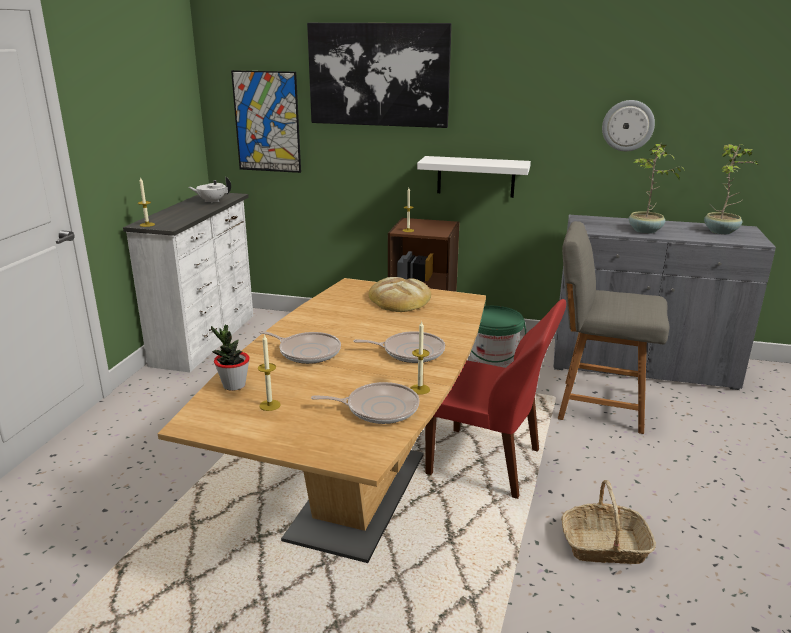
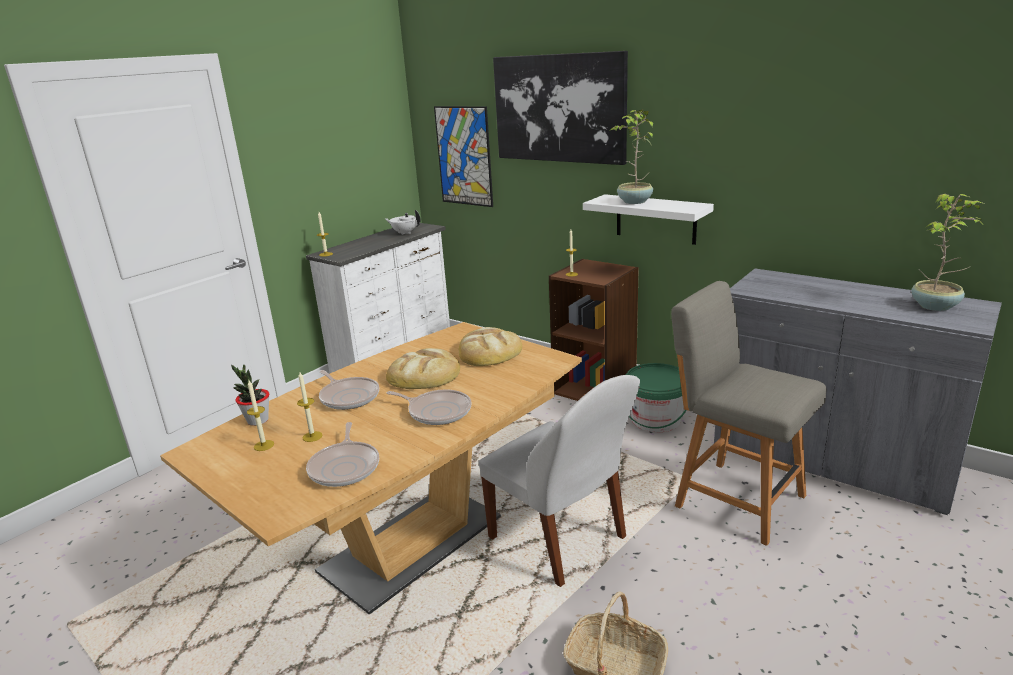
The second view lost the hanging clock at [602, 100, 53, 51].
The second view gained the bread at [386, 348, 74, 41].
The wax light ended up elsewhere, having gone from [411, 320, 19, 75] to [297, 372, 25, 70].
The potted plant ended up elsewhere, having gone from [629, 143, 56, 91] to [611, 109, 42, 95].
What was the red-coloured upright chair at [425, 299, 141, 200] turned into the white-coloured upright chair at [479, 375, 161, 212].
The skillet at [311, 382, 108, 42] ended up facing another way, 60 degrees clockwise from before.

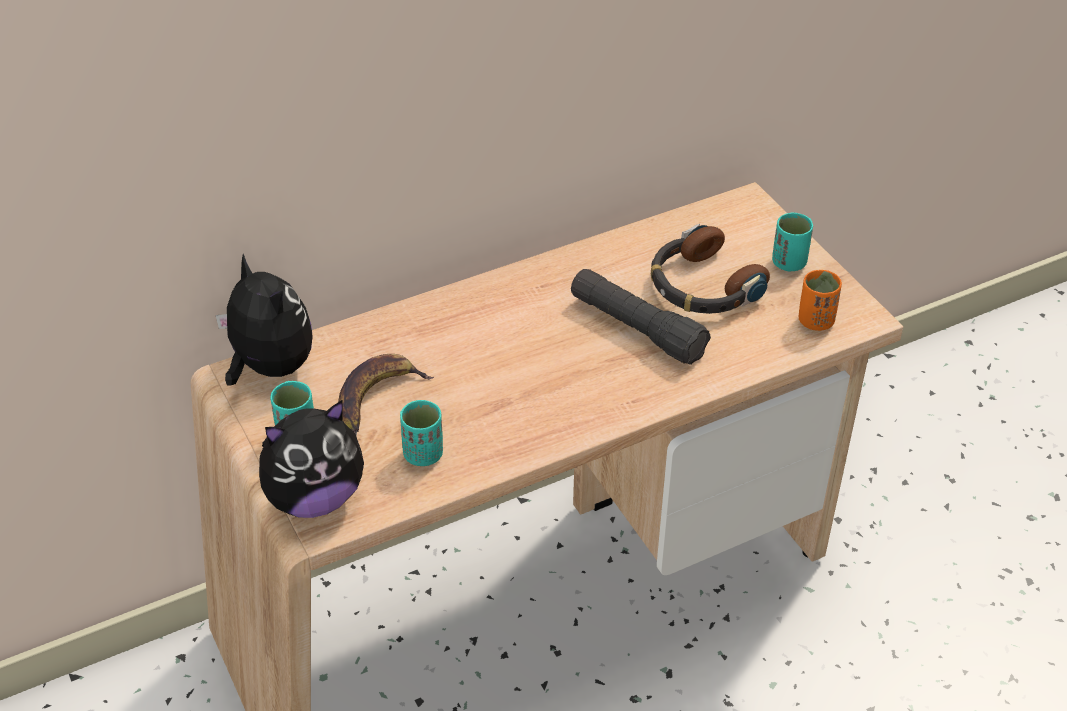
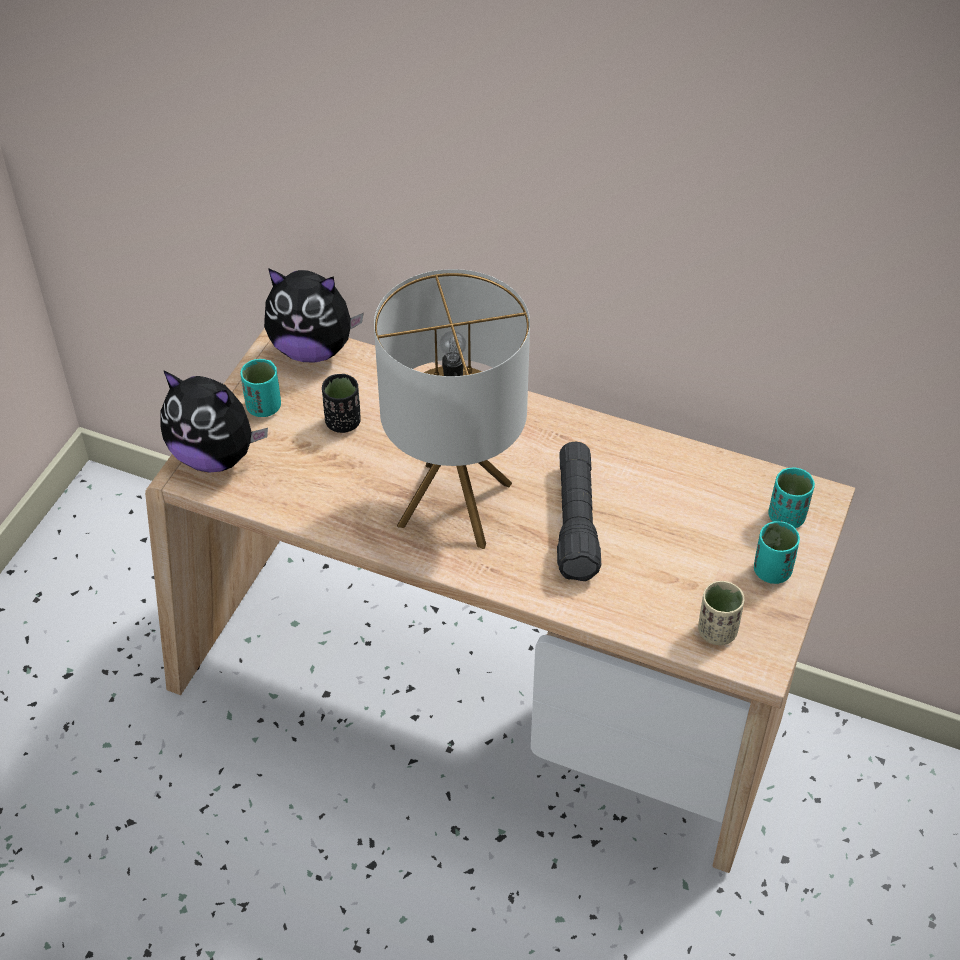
The second view lost the headphones at [651, 224, 119, 90].
The second view gained the tabletop lamp at [374, 269, 156, 280].
The turquoise-coloured cup ended up elsewhere, having gone from [400, 400, 43, 66] to [769, 467, 46, 61].
Where the banana stood at [338, 354, 96, 79], the black-coloured cup came to stand at [322, 374, 39, 59].
What was the orange cup at [799, 270, 43, 61] turned into the sand-coloured cup at [698, 581, 46, 64].
The plush toy at [216, 254, 97, 131] ended up facing another way, 90 degrees clockwise from before.

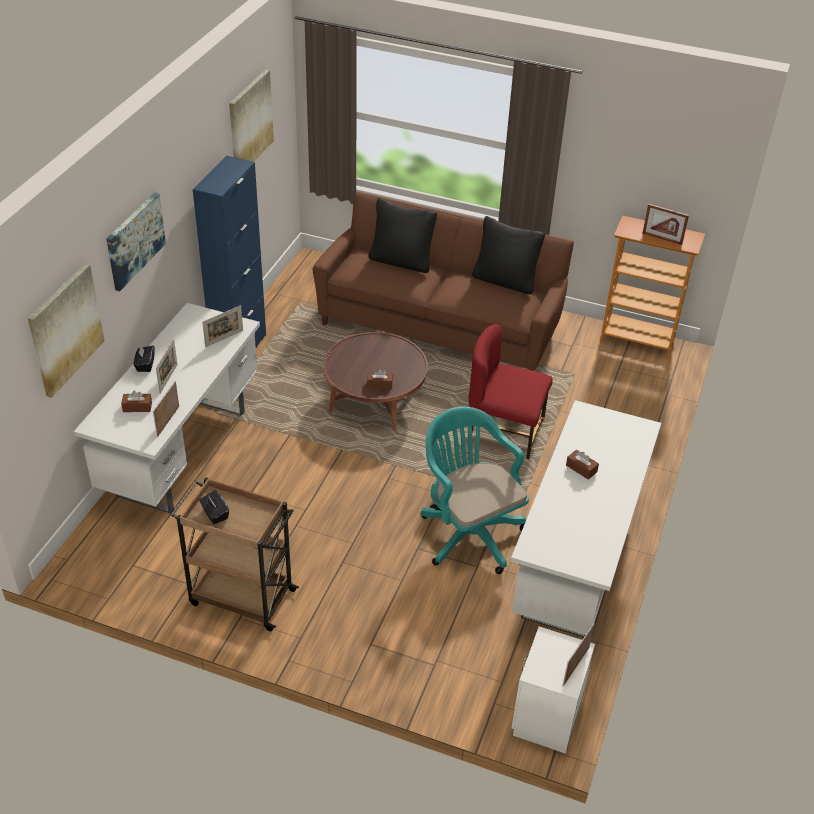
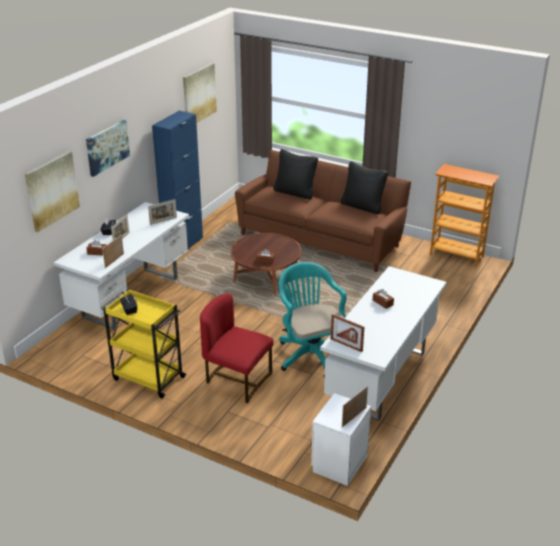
The red-coloured upright chair ended up elsewhere, having gone from [468, 324, 85, 135] to [200, 293, 74, 110].
The standing frame ended up elsewhere, having gone from [642, 204, 47, 41] to [331, 314, 33, 38].
What was the brown trolley at [171, 477, 128, 154] turned into the yellow trolley at [101, 289, 86, 110].

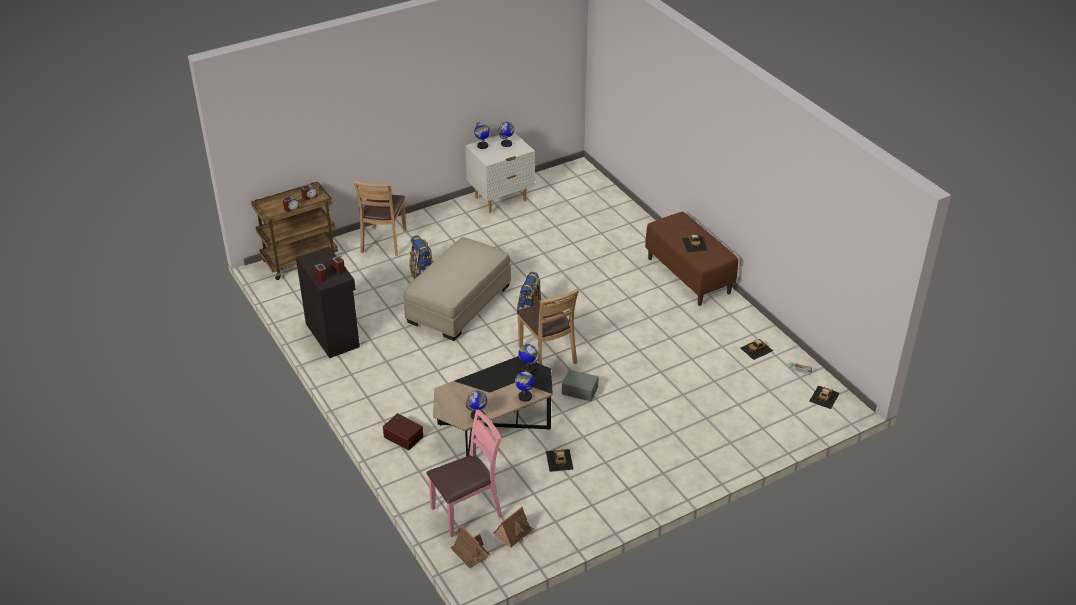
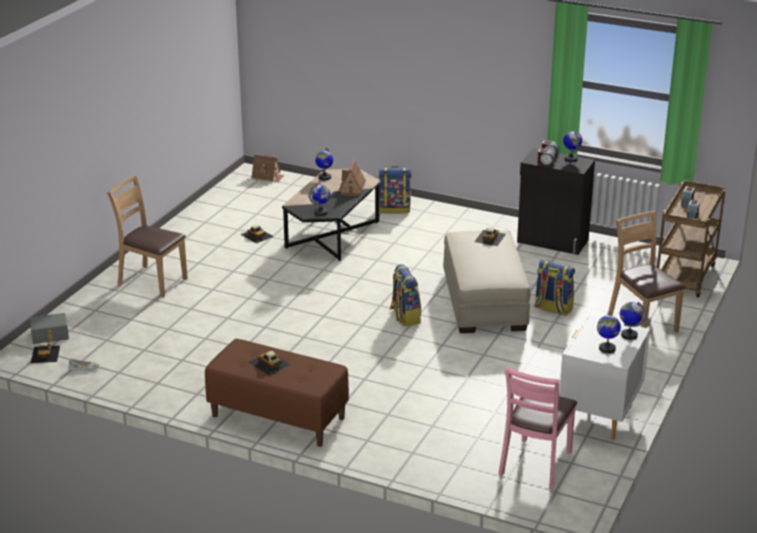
The pink-coloured upright chair ended up elsewhere, having gone from [426, 409, 77, 128] to [498, 367, 79, 123].
The toy house ended up elsewhere, having gone from [494, 507, 40, 41] to [339, 159, 27, 37].
The globe ended up elsewhere, having gone from [515, 369, 20, 33] to [563, 131, 19, 31].
The brown upright chair ended up elsewhere, having gone from [517, 288, 62, 77] to [107, 175, 81, 123].
The gray storage container ended up elsewhere, having gone from [562, 370, 37, 31] to [30, 313, 39, 31].
The model car ended up elsewhere, having gone from [740, 339, 33, 21] to [474, 227, 32, 19].
Where the brown storage container stood at [383, 413, 40, 37], the rucksack came to stand at [379, 166, 32, 47].

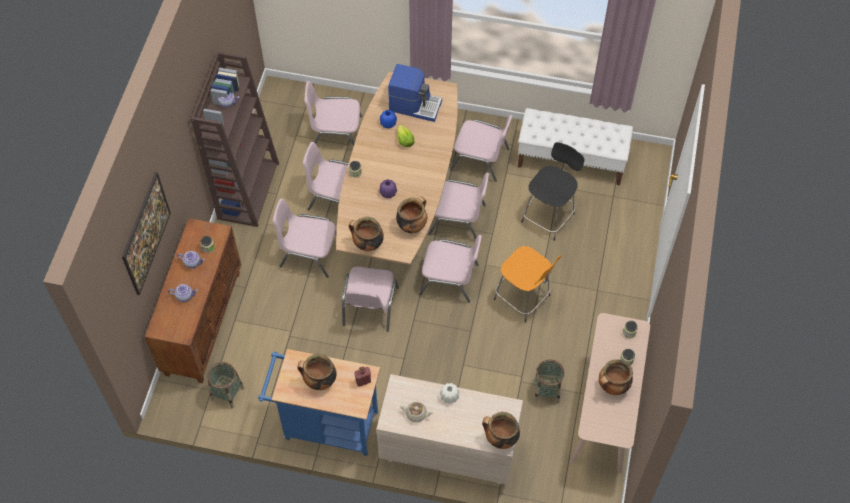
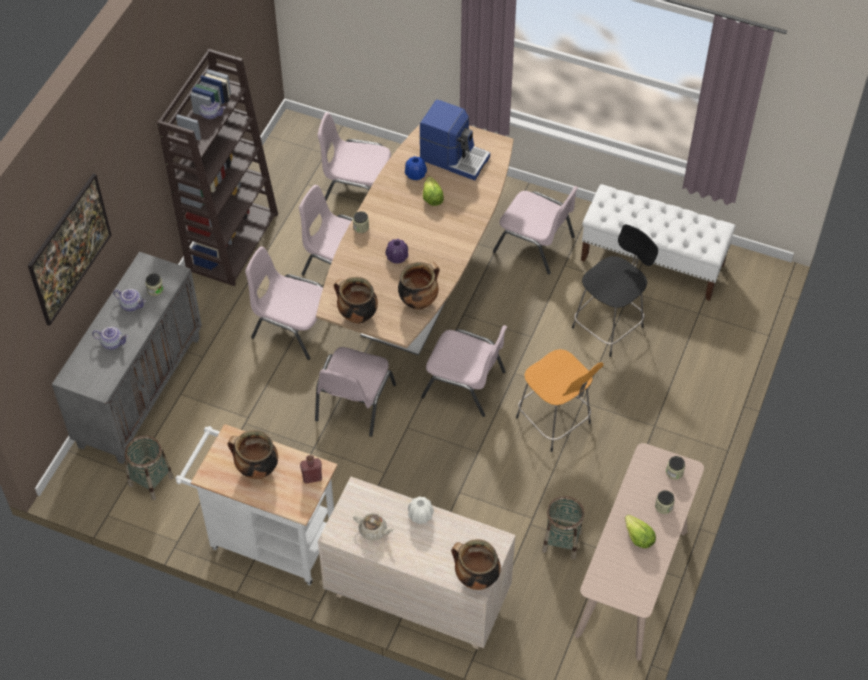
The second view lost the pink-coloured upright chair at [428, 173, 61, 67].
Where the cooking pot stood at [599, 360, 34, 35], the lettuce came to stand at [625, 515, 31, 33].
What was the brown storage cabinet at [145, 218, 96, 165] turned into the gray storage cabinet at [52, 252, 150, 212].
What was the blue trolley at [258, 349, 122, 107] turned into the white-coloured trolley at [175, 424, 163, 161].

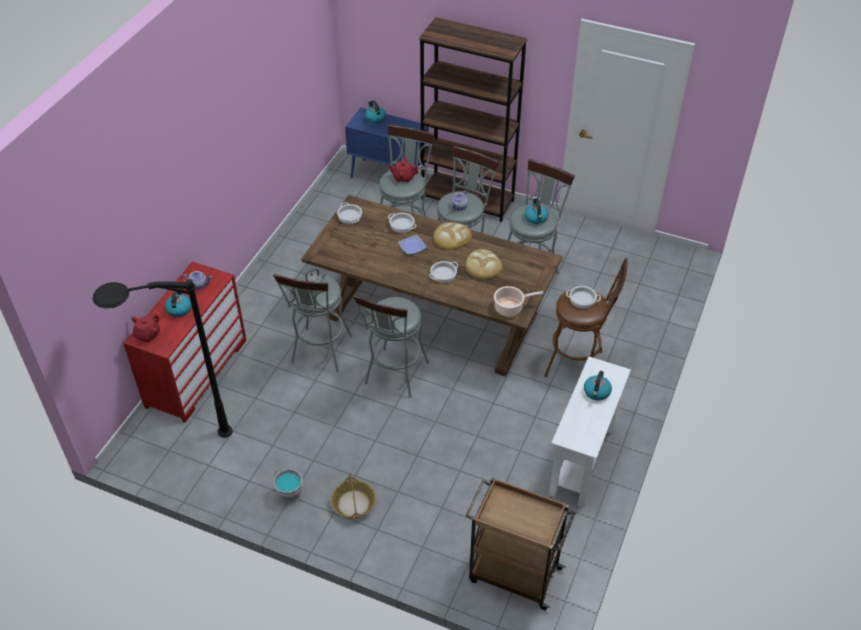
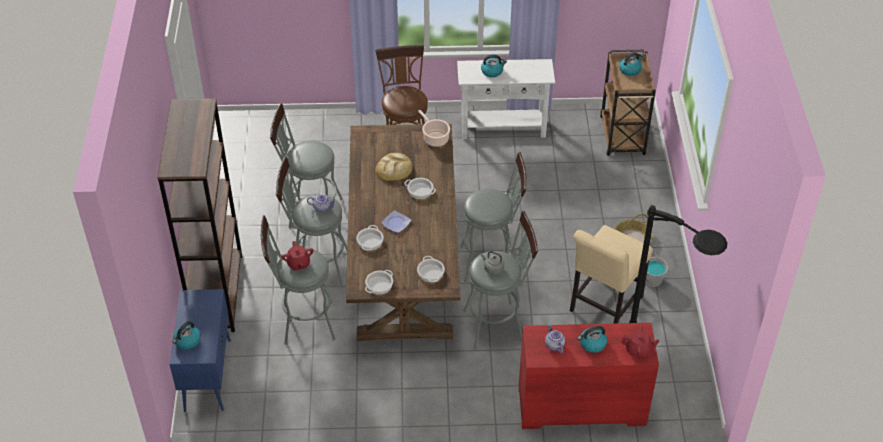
The second view lost the bread at [433, 222, 39, 28].
The second view gained the sand-coloured upright chair at [570, 225, 83, 99].
The kettle ended up elsewhere, having gone from [525, 198, 24, 26] to [619, 52, 24, 24].
The cooking pot ended up elsewhere, having gone from [566, 286, 35, 23] to [417, 256, 28, 26].

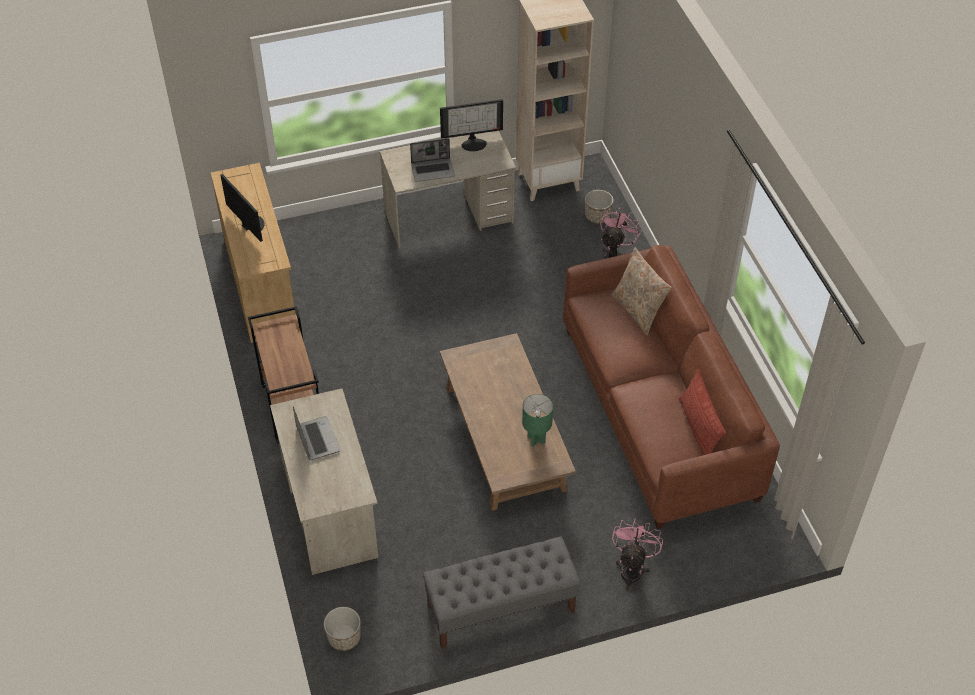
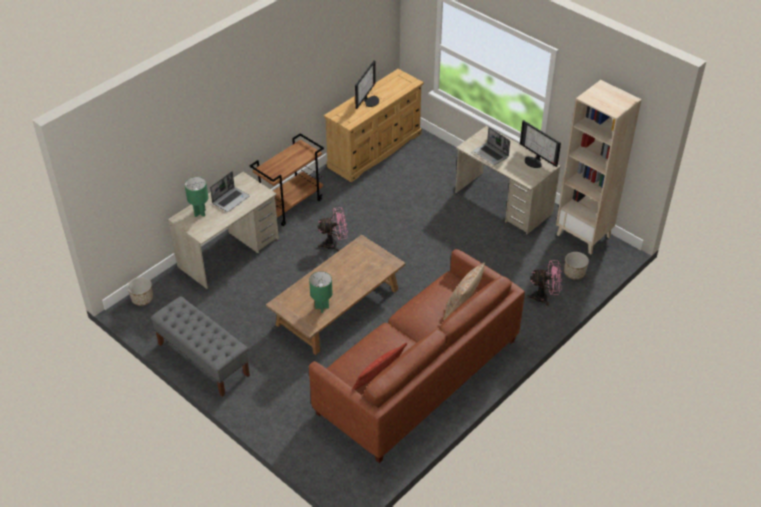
The second view gained the green-coloured tabletop lamp at [185, 177, 23, 40].
The pink-coloured cooling fan ended up elsewhere, having gone from [612, 519, 51, 72] to [318, 207, 30, 45].

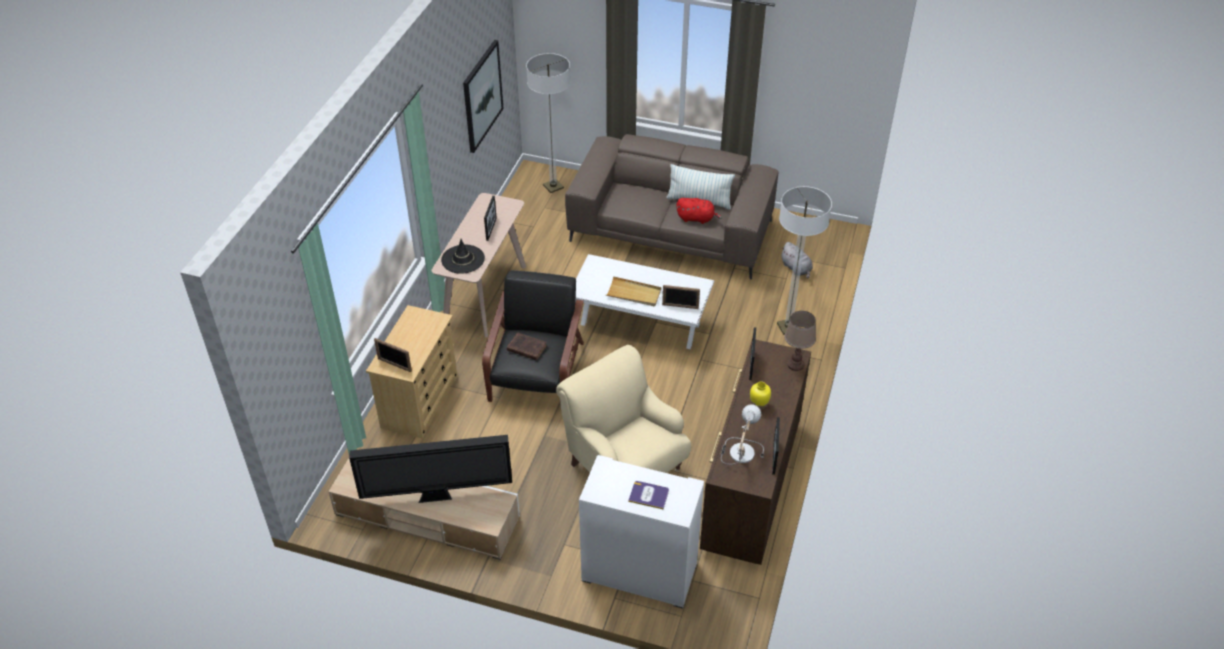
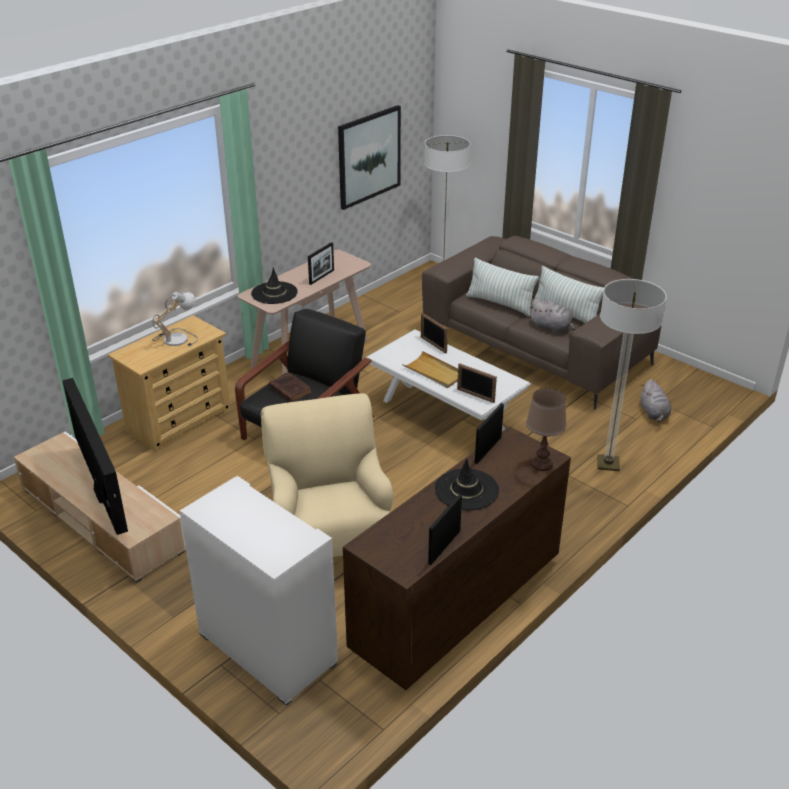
The second view lost the book at [628, 481, 41, 29].
The second view gained the cushion at [466, 258, 73, 58].
The standing frame ended up elsewhere, having gone from [374, 338, 38, 34] to [421, 313, 27, 41].
The tabletop lamp ended up elsewhere, having gone from [721, 404, 43, 61] to [152, 292, 46, 55].
Where the yellow flower vase stood at [750, 382, 21, 28], the black-coloured wearable hat came to stand at [435, 458, 64, 52].
What was the red-coloured plush toy at [676, 198, 46, 26] turned into the gray plush toy at [529, 298, 46, 35].
The TV set at [349, 435, 163, 68] ended up facing another way, 135 degrees counterclockwise from before.

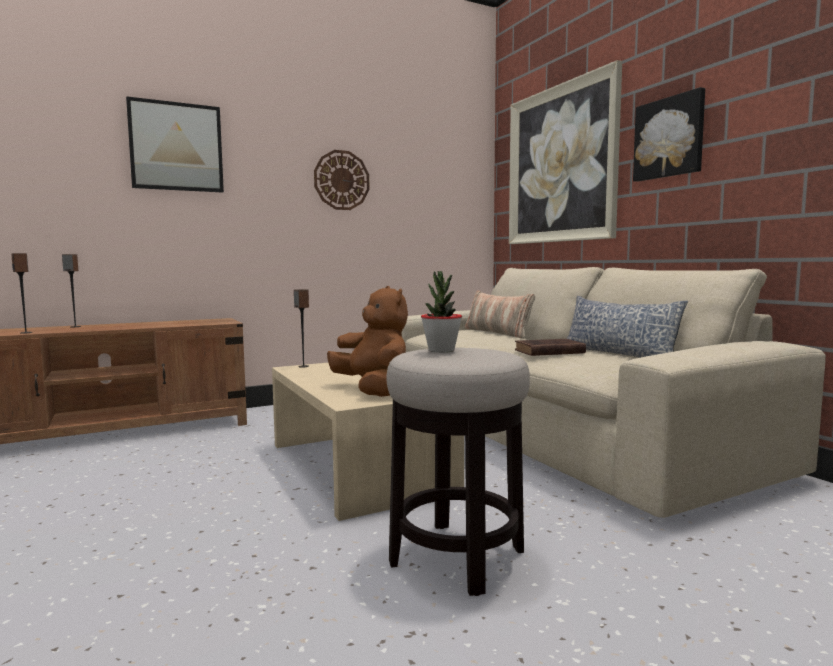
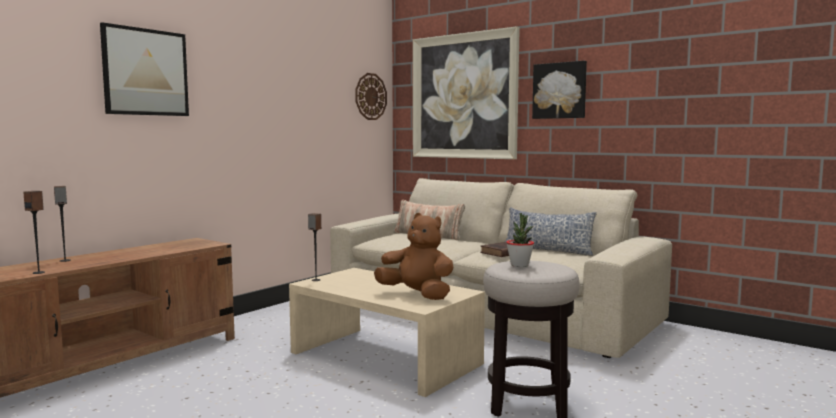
The hanging clock ended up elsewhere, having gone from [314, 150, 56, 60] to [355, 73, 32, 47].

